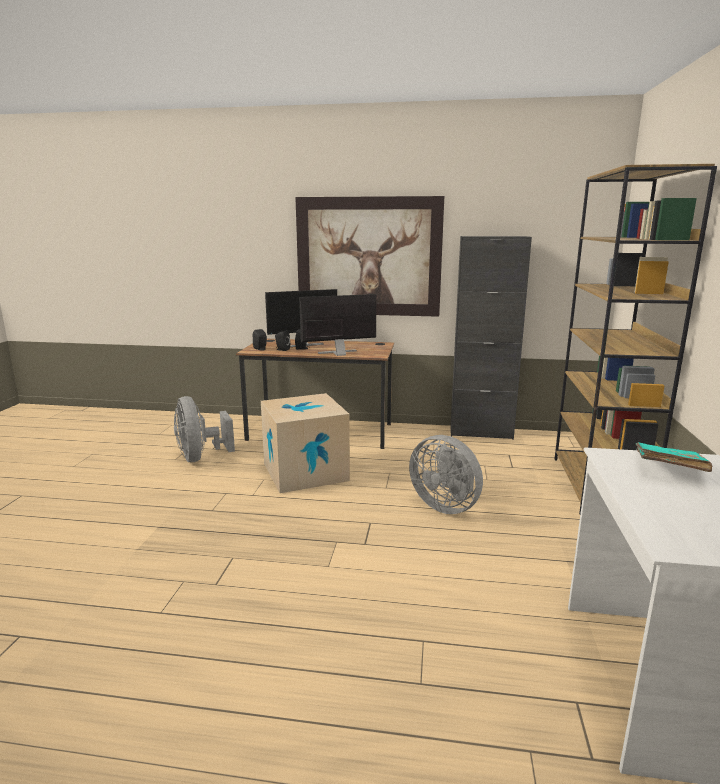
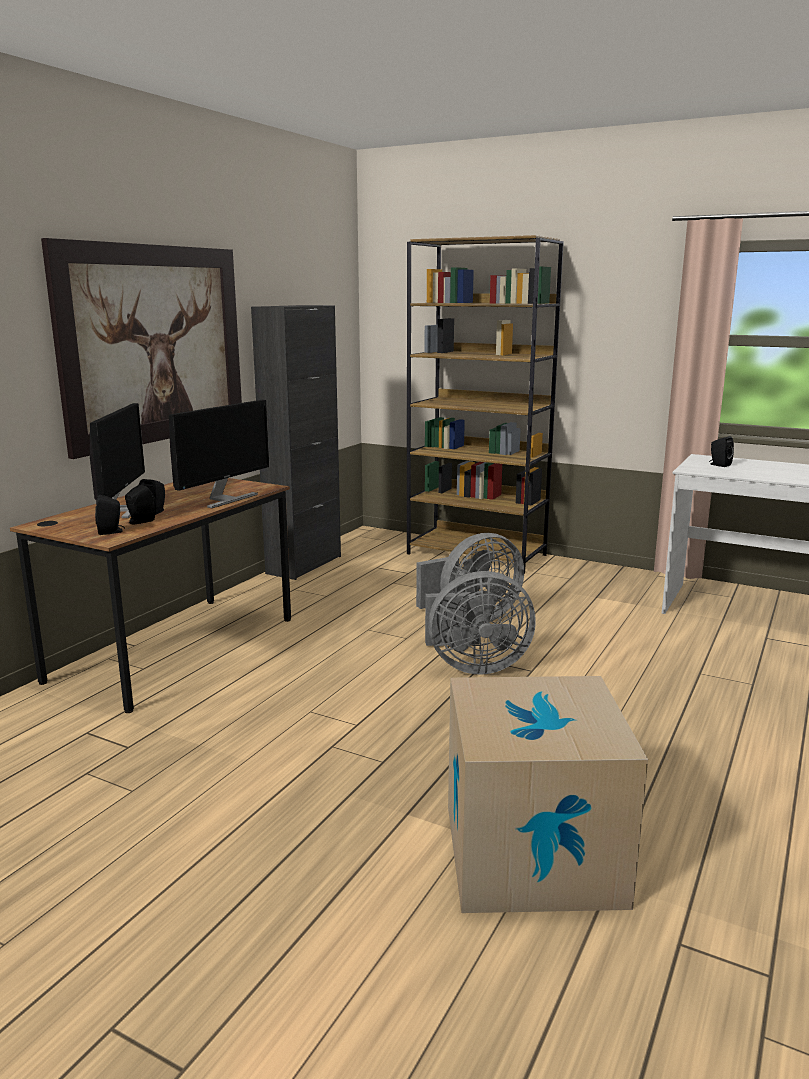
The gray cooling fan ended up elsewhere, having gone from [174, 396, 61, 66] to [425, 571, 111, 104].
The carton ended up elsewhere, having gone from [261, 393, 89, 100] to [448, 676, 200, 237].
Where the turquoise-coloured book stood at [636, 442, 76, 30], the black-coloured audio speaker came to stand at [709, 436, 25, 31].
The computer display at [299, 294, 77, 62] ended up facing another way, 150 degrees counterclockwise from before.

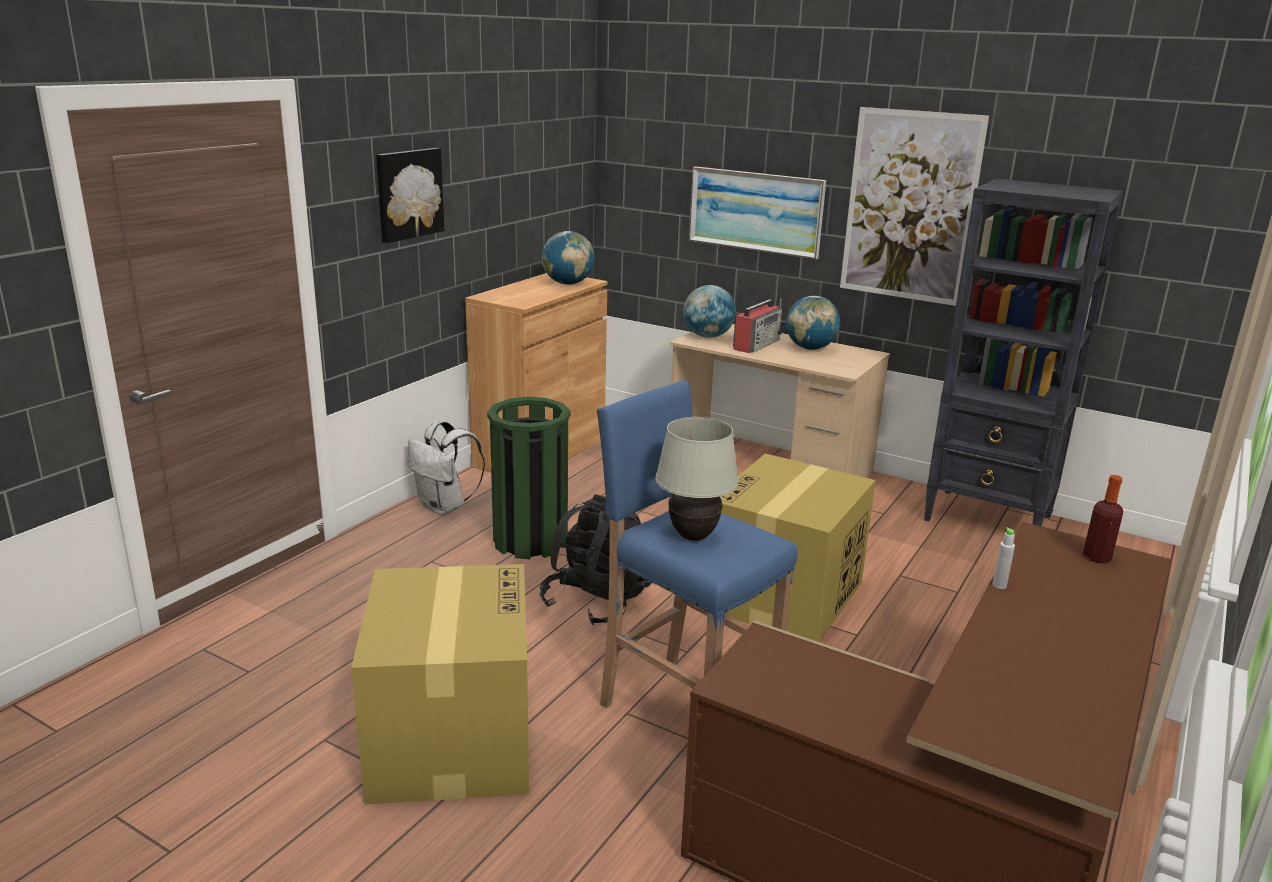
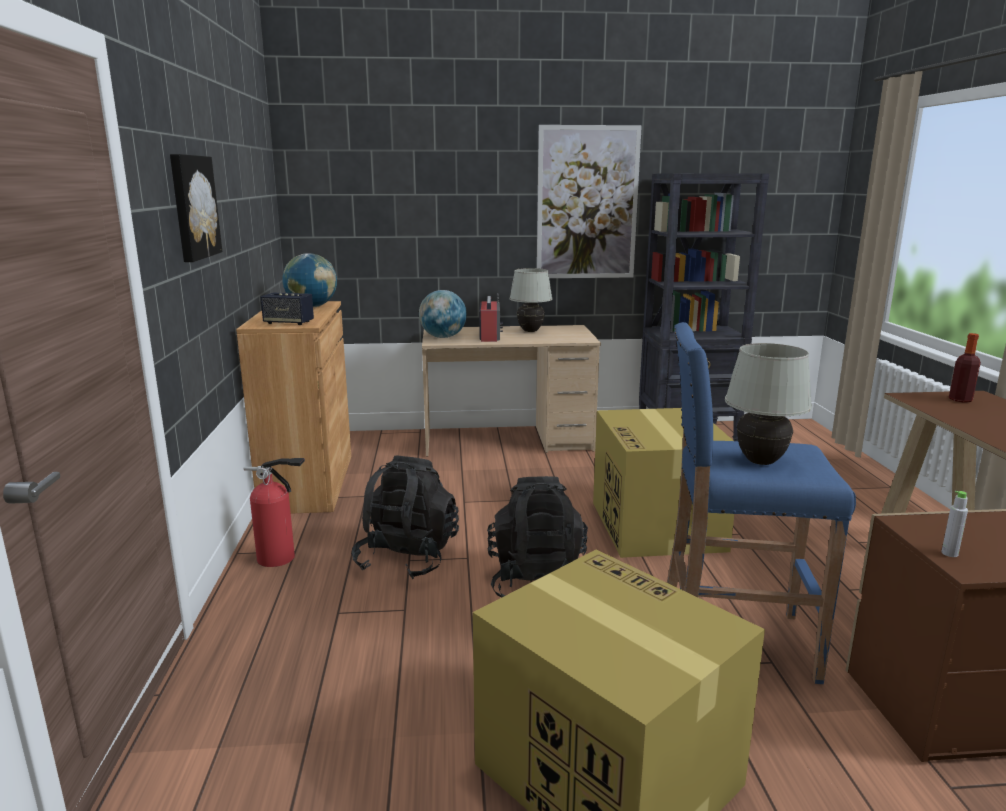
The second view lost the wall picture at [689, 167, 137, 92].
The second view gained the audio speaker at [261, 293, 53, 32].
The gray bottle ended up elsewhere, having gone from [993, 527, 22, 62] to [942, 491, 26, 66].
Where the white-coloured rucksack stood at [407, 421, 78, 94], the fire extinguisher came to stand at [243, 458, 62, 109].
Where the green-coloured rubbish bin stood at [487, 397, 84, 162], the black-coloured rucksack came to stand at [351, 456, 108, 123].
Where the globe stood at [786, 296, 54, 54], the white-coloured tabletop lamp came to stand at [509, 268, 43, 64].

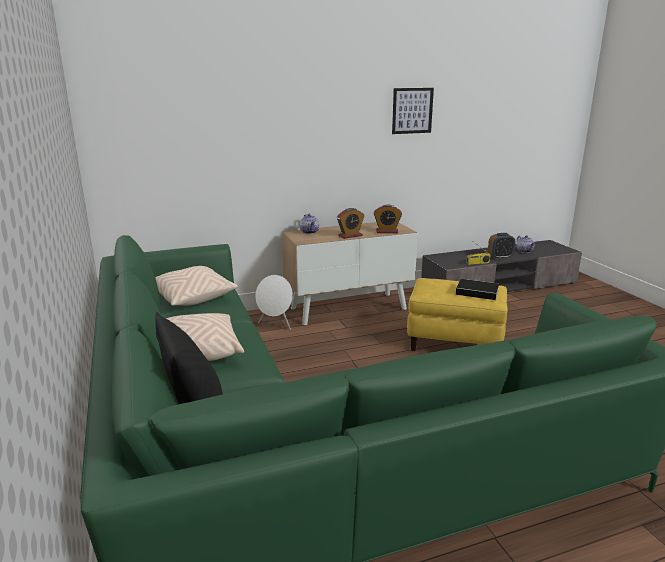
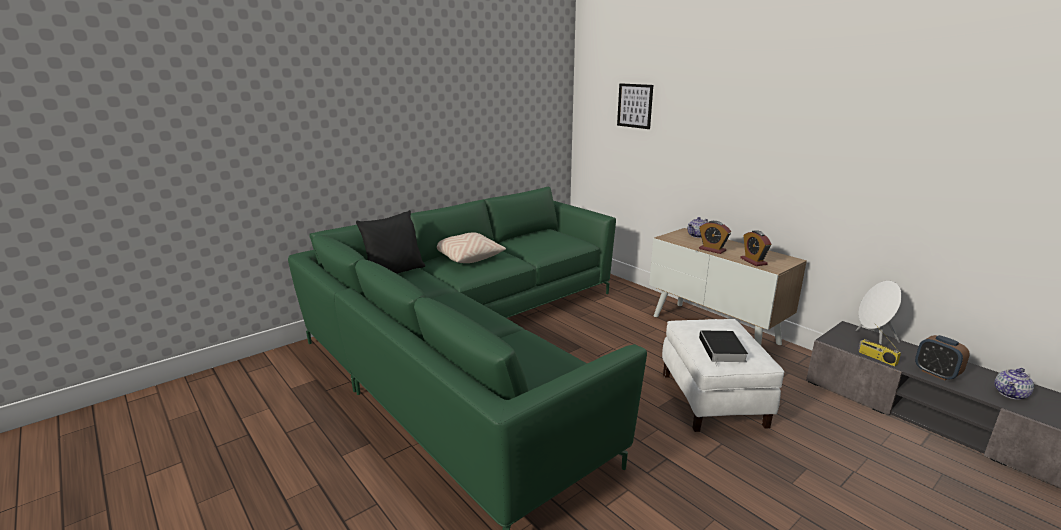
The second view lost the sand-coloured cushion at [155, 266, 83, 40].
The white-coloured audio speaker ended up elsewhere, having gone from [256, 275, 37, 55] to [856, 280, 46, 64].
The wall picture ended up elsewhere, having gone from [392, 88, 42, 46] to [617, 83, 36, 46].
What was the yellow pouffe at [407, 278, 101, 73] turned into the white-coloured pouffe at [662, 319, 122, 113].

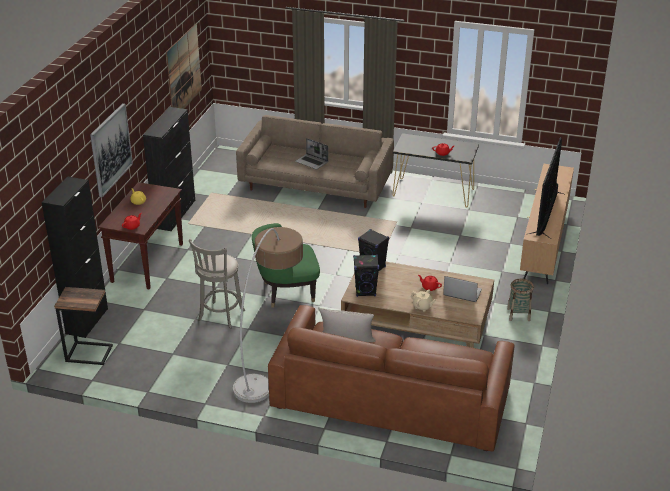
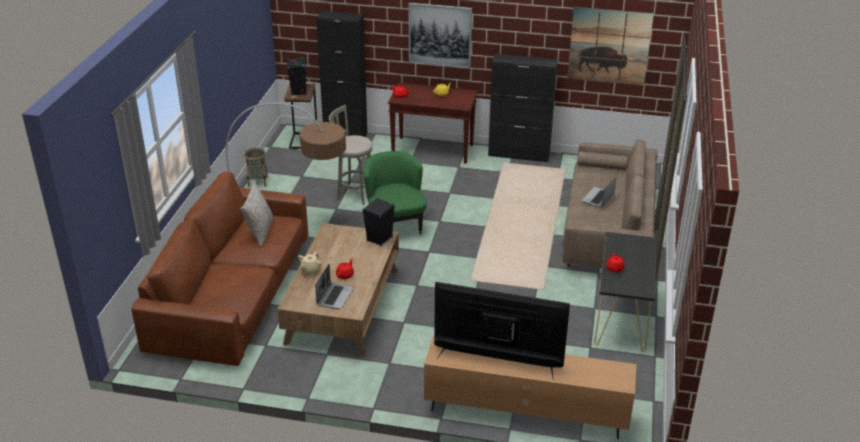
The black-coloured audio speaker ended up elsewhere, having gone from [353, 255, 26, 42] to [287, 58, 20, 37].
The storage basket ended up elsewhere, having gone from [507, 279, 27, 42] to [245, 148, 23, 39].

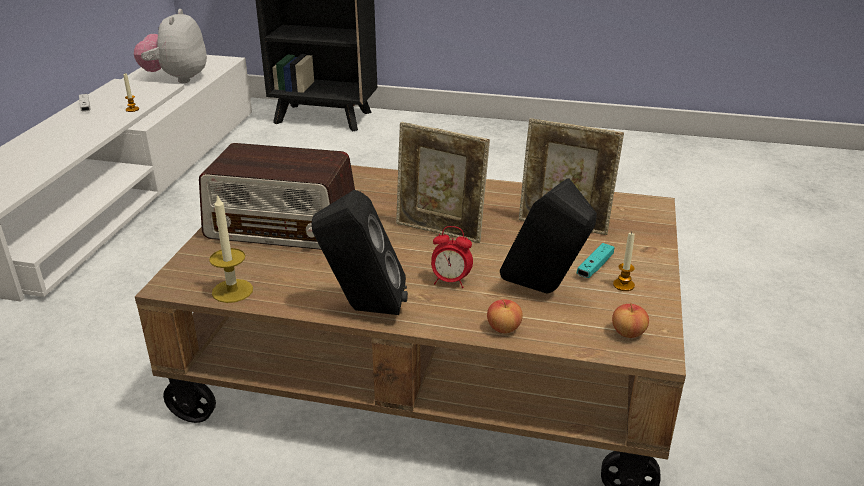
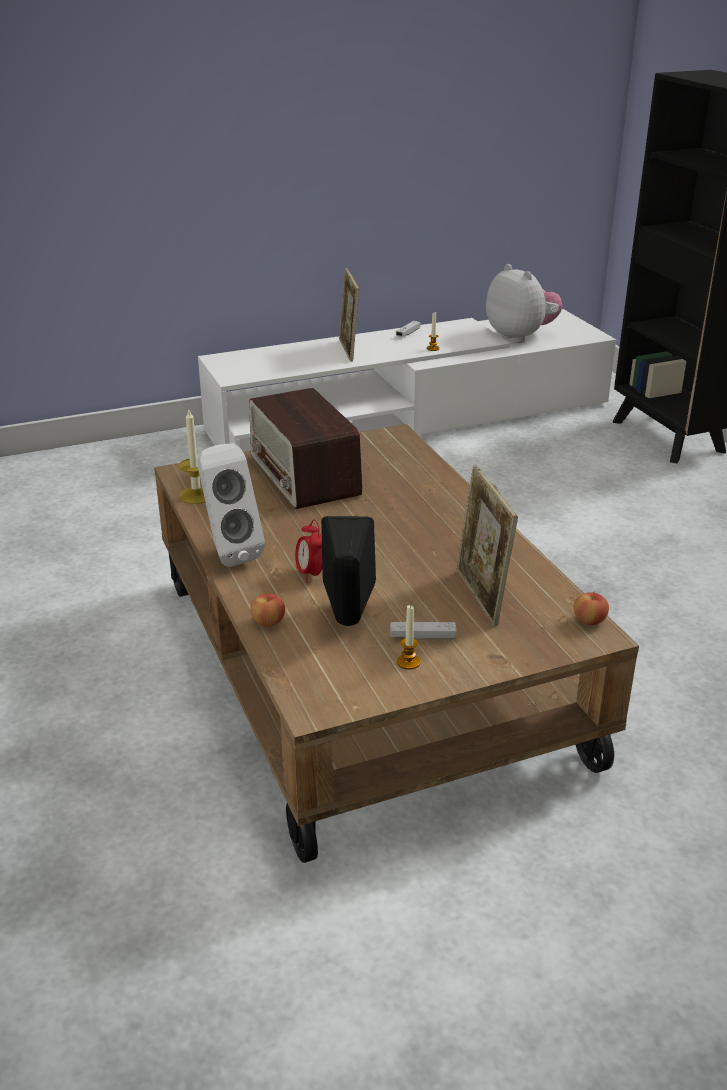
The standing frame ended up elsewhere, having gone from [396, 122, 94, 121] to [339, 268, 20, 94].
The apple fruit ended up elsewhere, having gone from [612, 303, 37, 35] to [574, 591, 35, 34].
What was the black-coloured audio speaker at [312, 190, 96, 125] turned into the white-coloured audio speaker at [197, 443, 68, 124].
What was the turquoise-coloured game controller at [577, 243, 37, 35] turned into the white-coloured game controller at [390, 622, 67, 18].
The plush toy at [134, 9, 73, 74] ended up facing another way, 90 degrees clockwise from before.

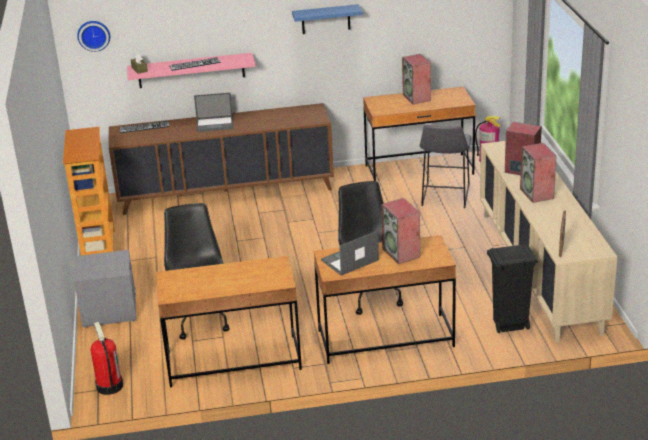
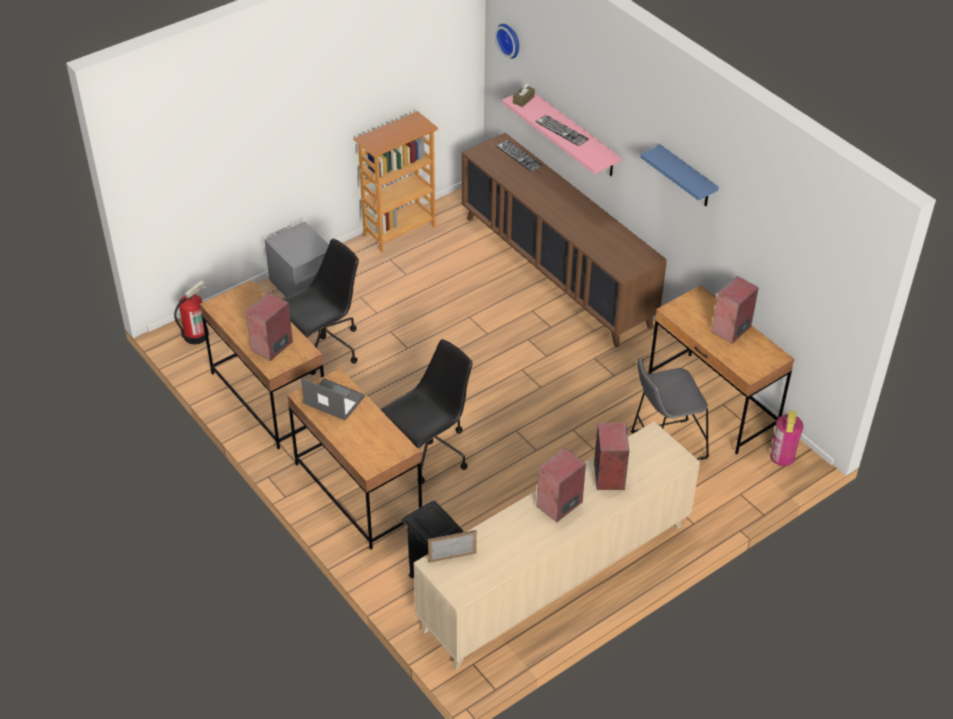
The second view lost the portable computer at [194, 93, 39, 39].
The audio speaker ended up elsewhere, having gone from [381, 198, 39, 66] to [246, 292, 47, 69].

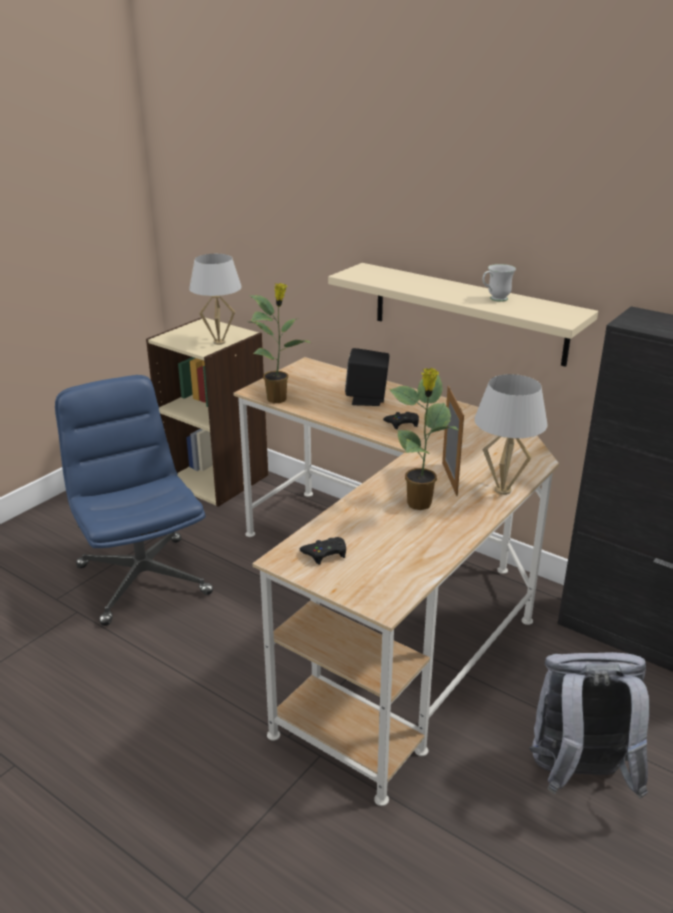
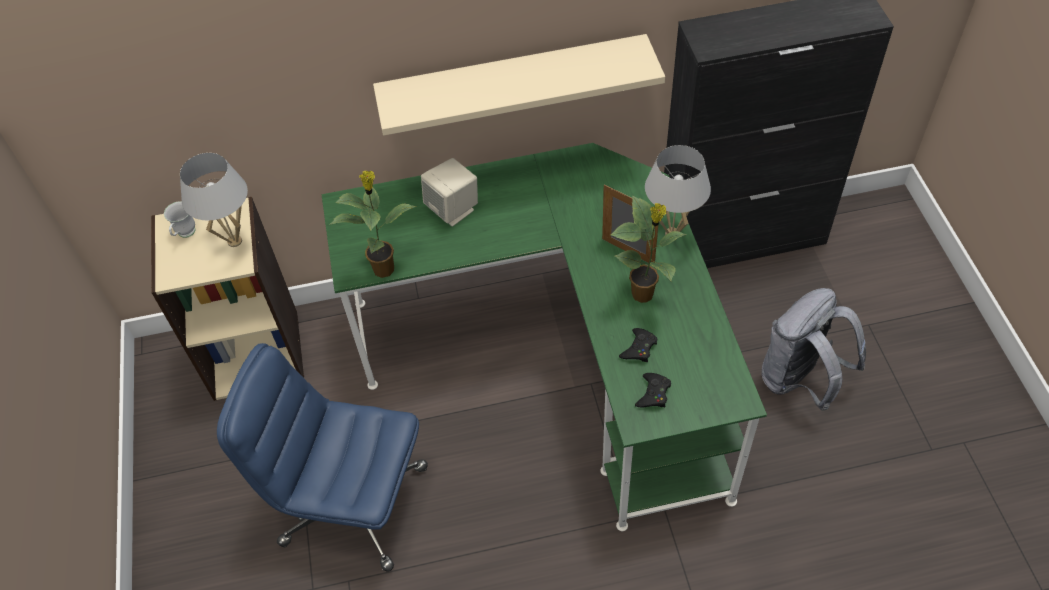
The black-coloured game controller ended up elsewhere, having gone from [383, 412, 36, 17] to [619, 328, 38, 34].
The white-coloured coffee mug ended up elsewhere, having gone from [482, 264, 34, 38] to [164, 201, 31, 37].
What was the sand-coloured desk table at [233, 357, 326, 449] turned into the green-coloured desk table at [322, 143, 445, 388].
What was the black-coloured audio speaker at [345, 348, 45, 58] turned into the sand-coloured audio speaker at [421, 158, 57, 68].

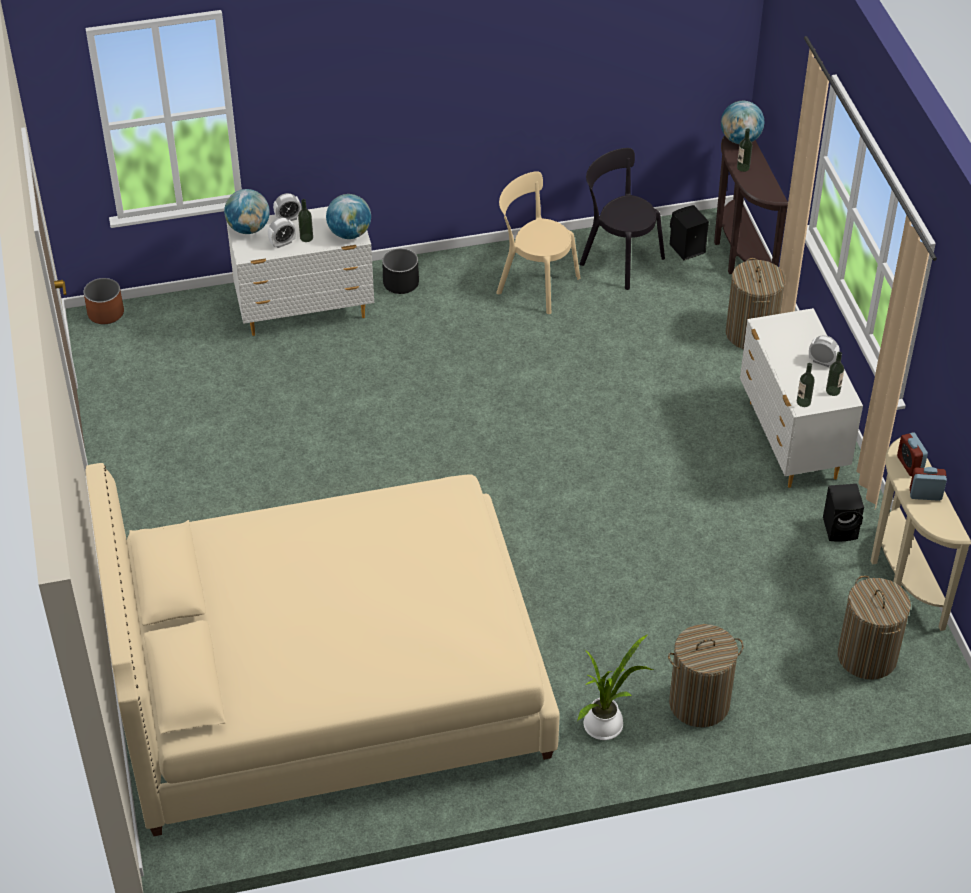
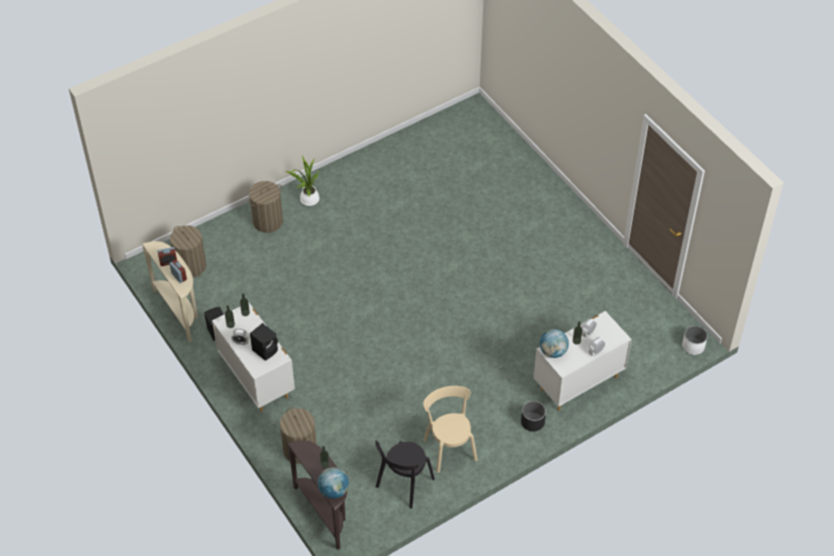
The second view lost the sand-coloured bed at [86, 463, 474, 373].
The second view lost the globe at [224, 189, 46, 45].
The black-coloured audio speaker ended up elsewhere, having gone from [669, 205, 40, 56] to [250, 323, 28, 38].
What was the brown flower pot at [84, 278, 40, 46] turned into the white-coloured flower pot at [682, 326, 26, 29].
The sand-coloured upright chair at [496, 171, 84, 143] ended up facing another way, 120 degrees counterclockwise from before.
The black-coloured upright chair at [579, 148, 86, 142] ended up facing another way, 105 degrees clockwise from before.

